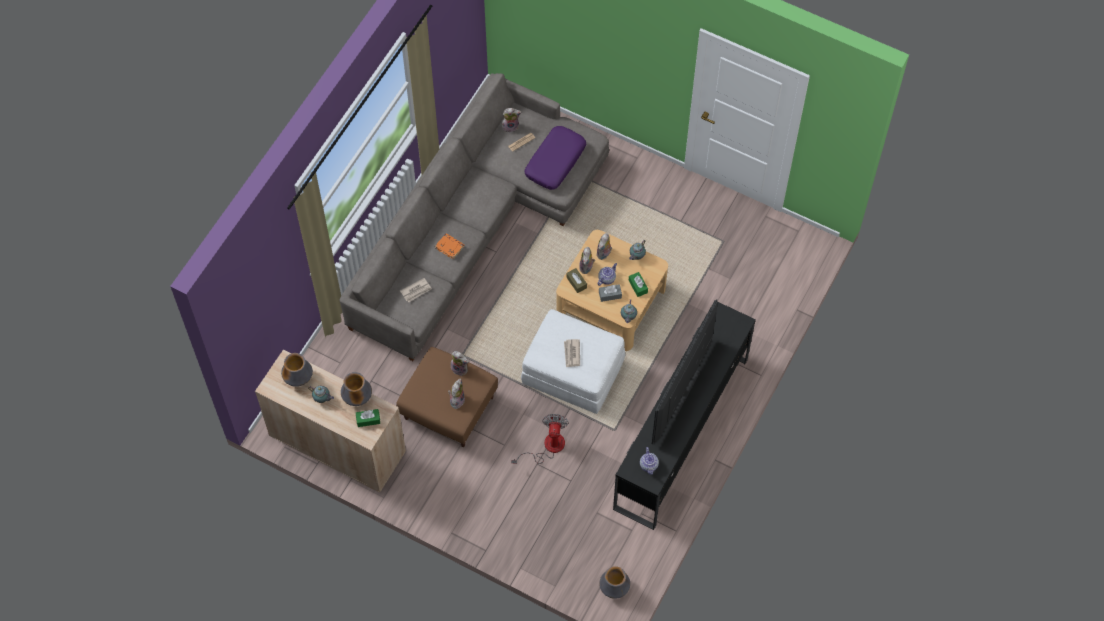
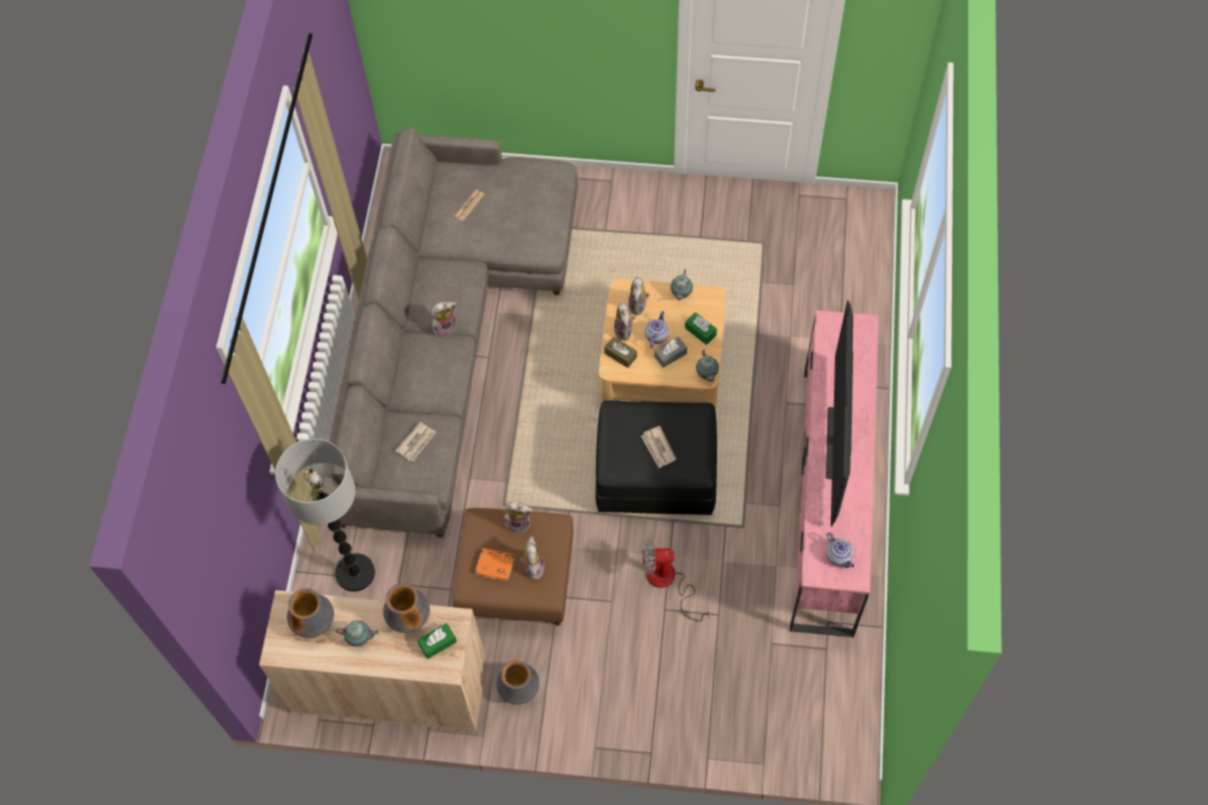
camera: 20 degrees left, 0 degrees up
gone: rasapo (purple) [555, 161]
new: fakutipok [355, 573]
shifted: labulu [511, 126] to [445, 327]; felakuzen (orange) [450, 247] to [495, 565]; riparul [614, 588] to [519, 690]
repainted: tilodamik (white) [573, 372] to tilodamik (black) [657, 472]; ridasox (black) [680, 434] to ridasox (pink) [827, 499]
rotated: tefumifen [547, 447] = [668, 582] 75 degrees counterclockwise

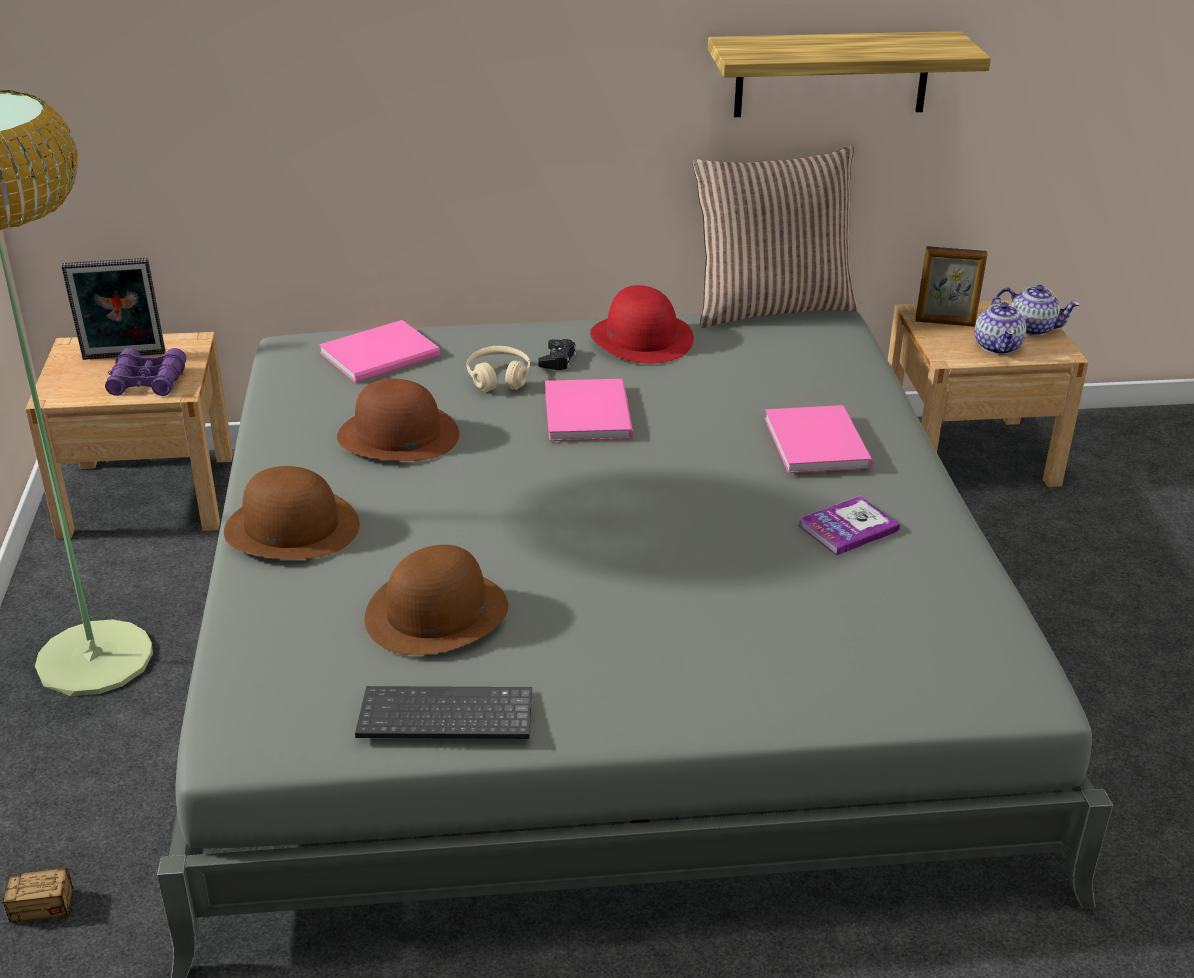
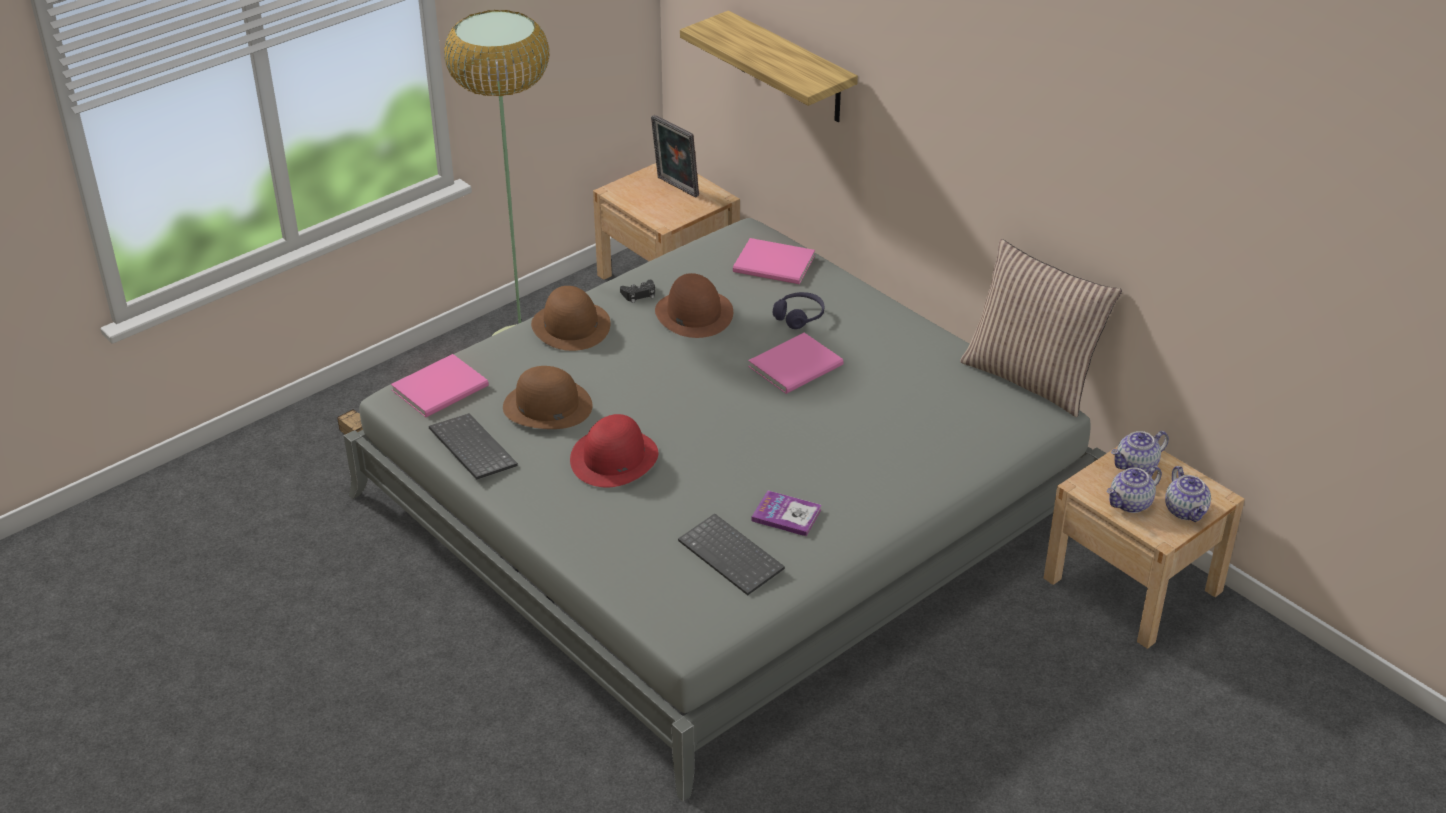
camera: 55 degrees right, 5 degrees up
gone: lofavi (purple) [147, 382]
new: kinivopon [733, 556]
shifted: felakuzen (pink) [818, 440] to [443, 388]; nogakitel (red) [642, 338] to [614, 458]; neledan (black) [558, 360] to [639, 294]; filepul [832, 74] to [790, 68]
swapped: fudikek [945, 323] to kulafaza [1136, 466]
repainted: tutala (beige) [499, 378] to tutala (purple) [799, 316]

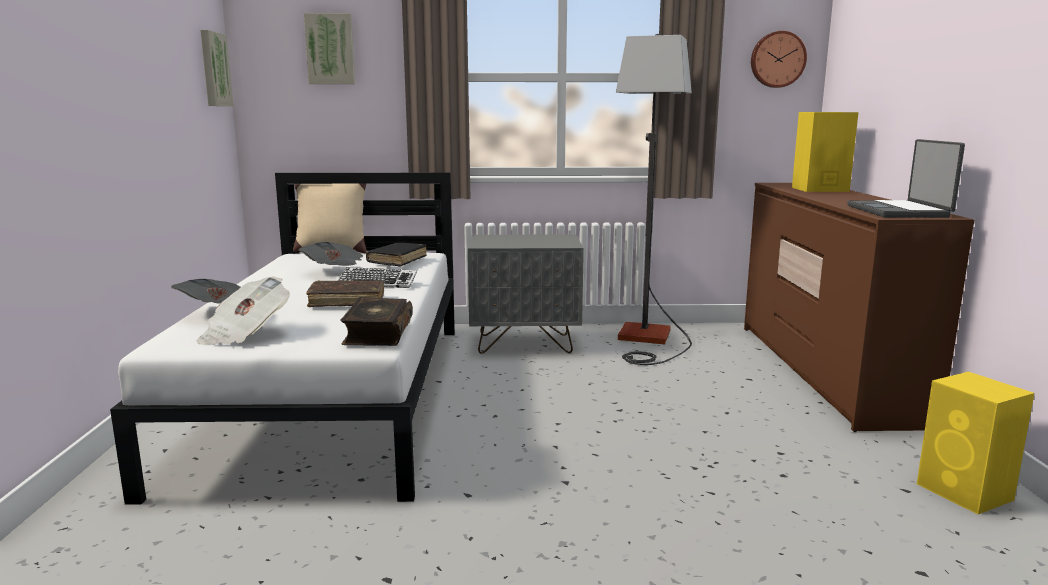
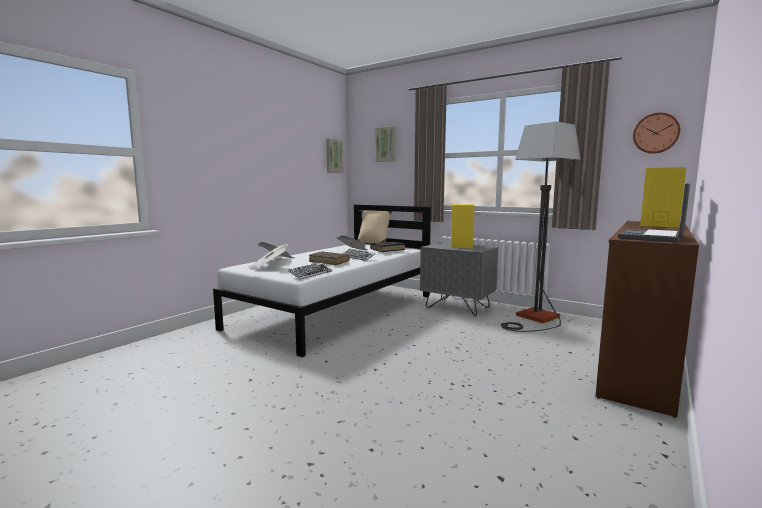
camera: 35 degrees right, 5 degrees down
shifted: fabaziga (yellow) [966, 493] to [461, 246]
swapped: felakuzen [377, 333] to kinivopon [310, 274]

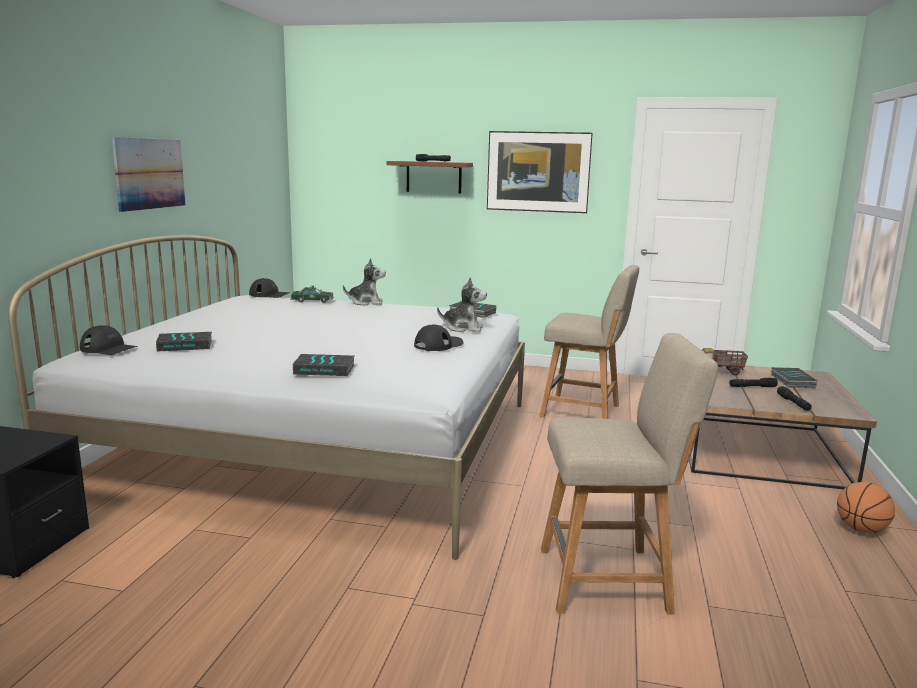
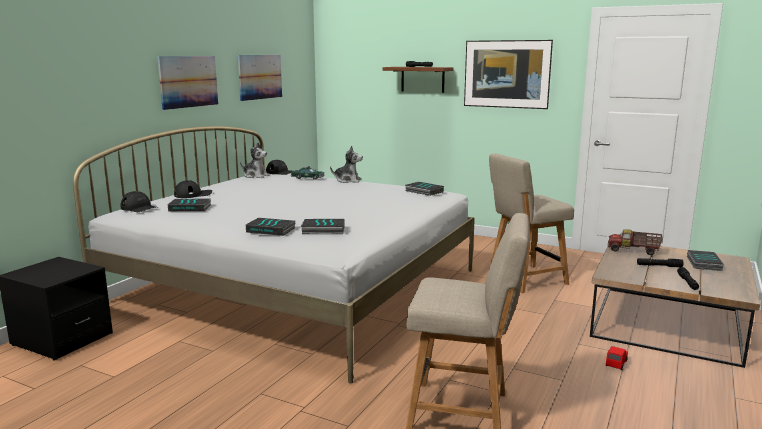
camera: 15 degrees right, 0 degrees up
gone: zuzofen [861, 530]
new: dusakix [260, 77]; felakuzen [323, 230]; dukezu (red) [616, 363]
shifted: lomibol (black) [438, 345] to [193, 194]; labulu [463, 328] to [255, 176]
rotated: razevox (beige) [584, 412] = [524, 279] 120 degrees clockwise

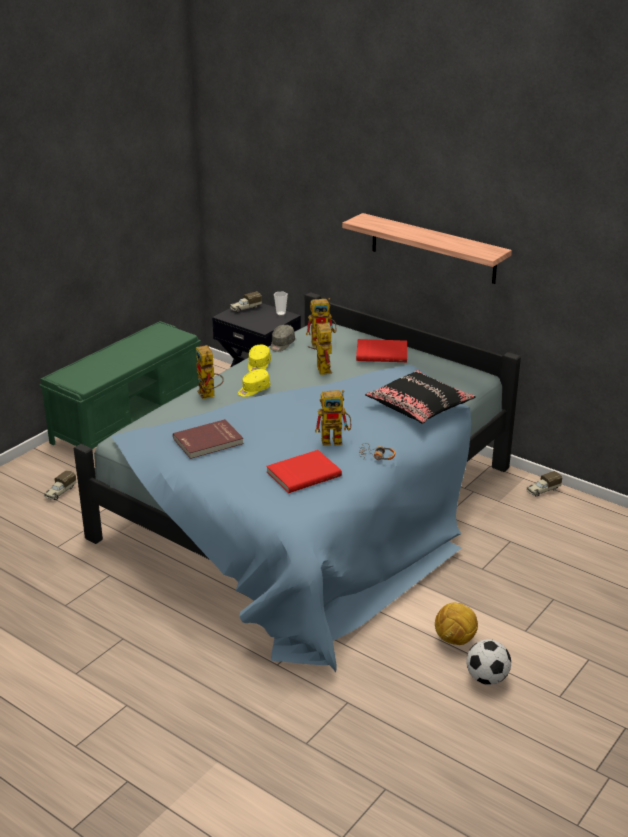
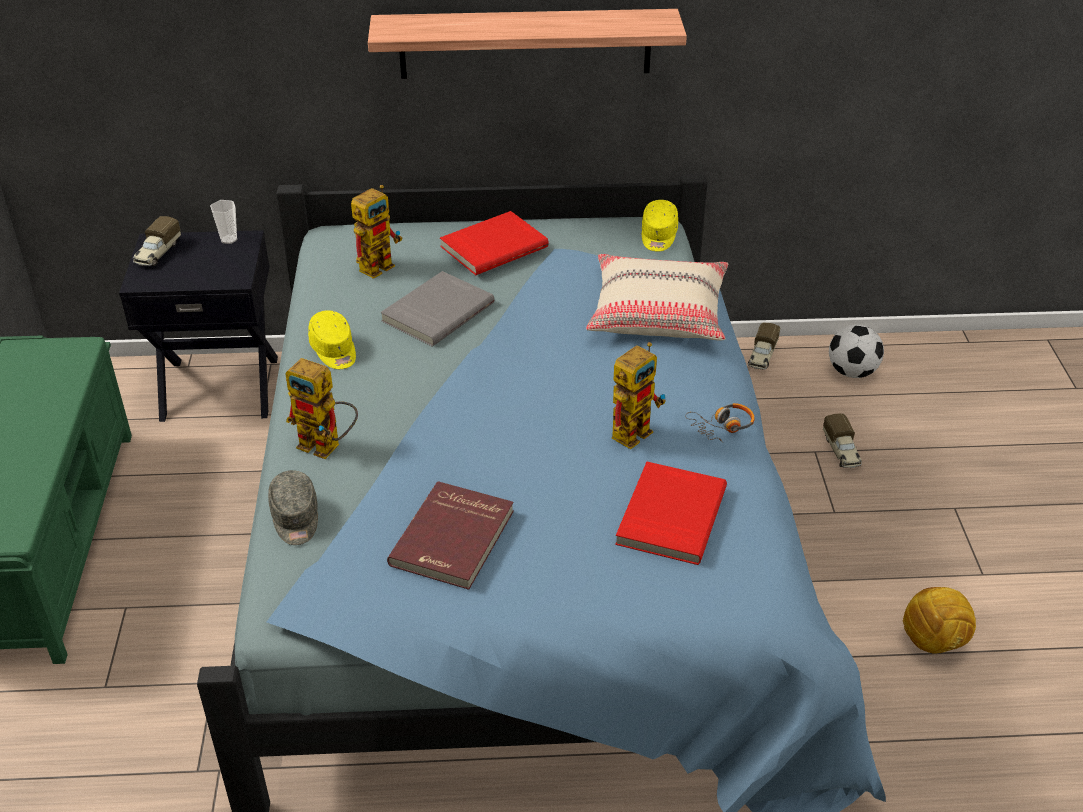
camera: 40 degrees left, 10 degrees up
shifted: lomibol (grey) [281, 344] to [295, 518]; lomibol (yellow) [253, 390] to [658, 236]; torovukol [60, 492] to [841, 451]; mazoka [487, 678] to [852, 372]
swapped: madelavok [321, 368] to felakuzen (grey) [436, 311]
repainted: rasapo (black) [419, 406] to rasapo (beige) [658, 312]

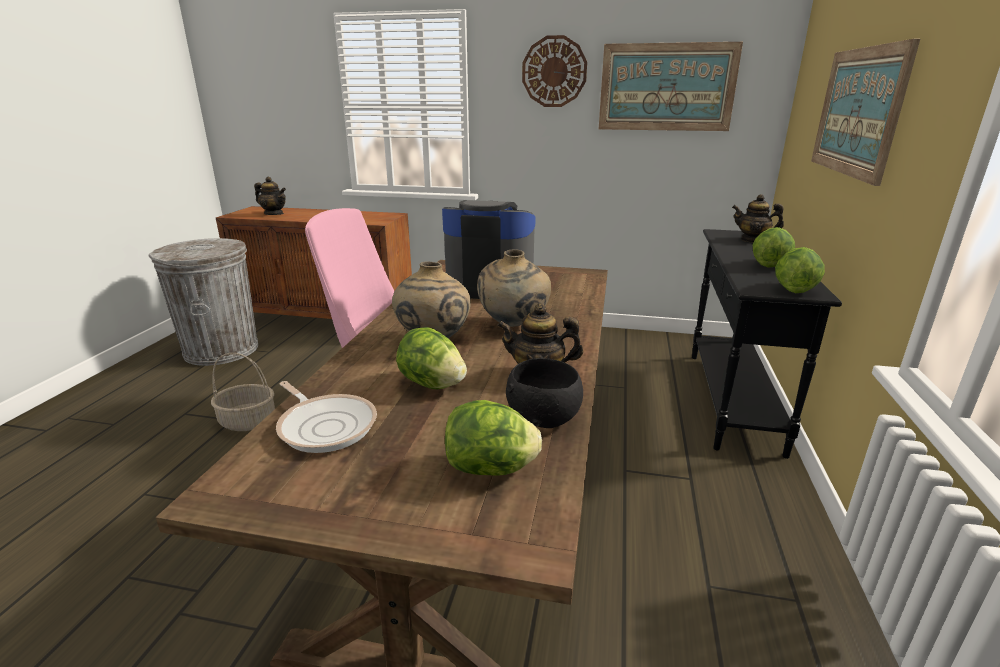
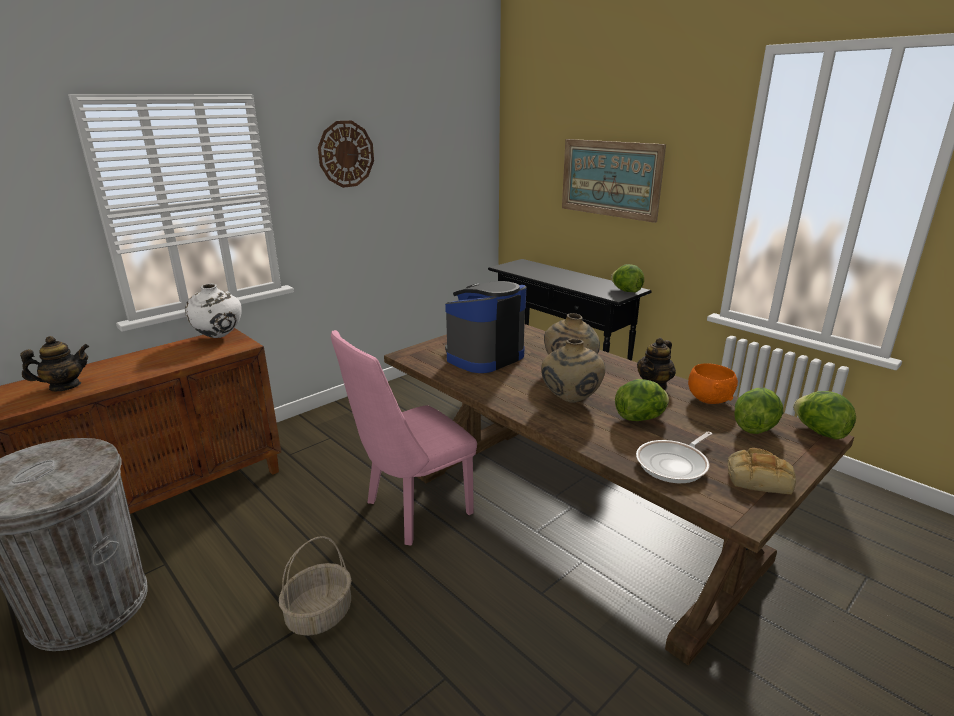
camera: 55 degrees left, 0 degrees up
gone: dusakix [666, 87]; kulafaza [752, 240]
new: riparul (white) [219, 337]; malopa [760, 477]
shifted: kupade [769, 265] to [819, 432]
repainted: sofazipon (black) [544, 419] to sofazipon (orange) [709, 399]
rotated: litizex [326, 425] = [674, 464] 150 degrees clockwise

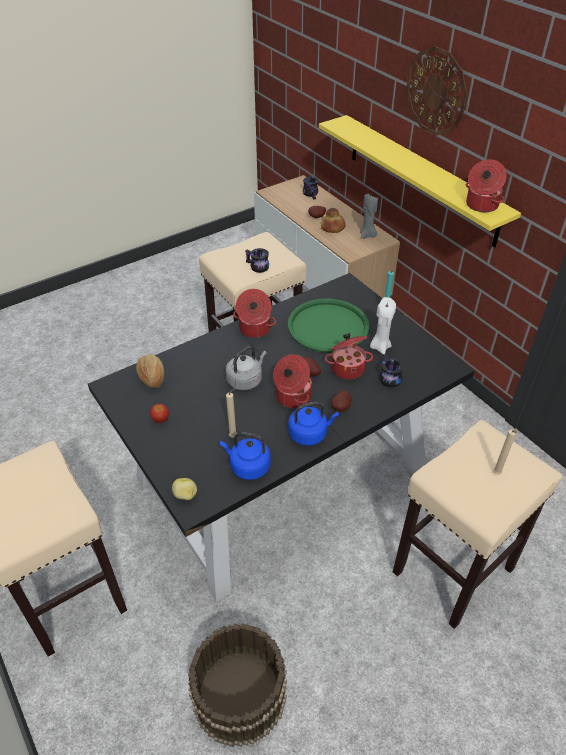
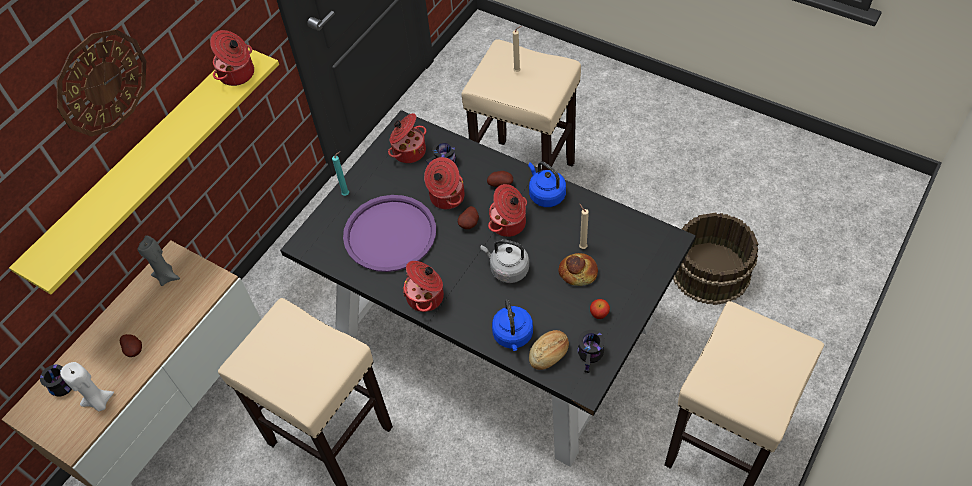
camera: 110 degrees left, 10 degrees up
gone: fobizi [185, 495]
new: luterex [408, 151]
shifted: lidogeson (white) [380, 347] to [99, 402]; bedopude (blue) [248, 466] to [513, 336]; malopa [333, 227] to [578, 272]; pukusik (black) [256, 267] to [591, 356]
repainted: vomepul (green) [328, 326] to vomepul (purple) [390, 234]

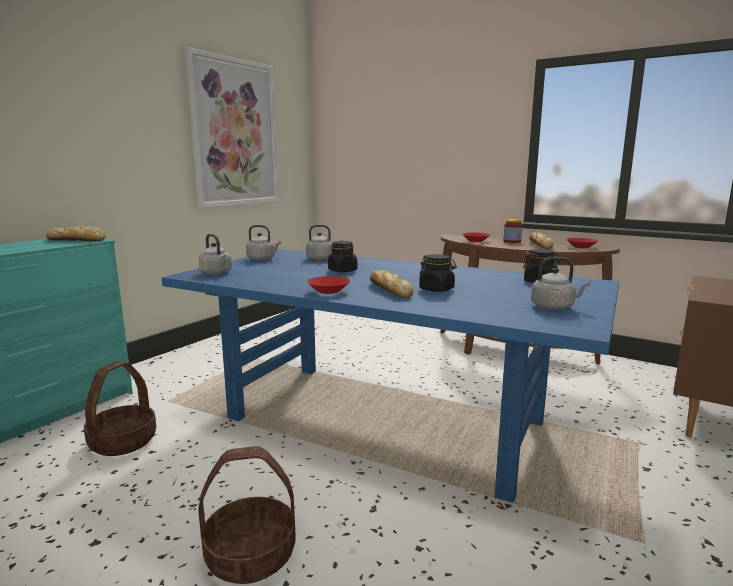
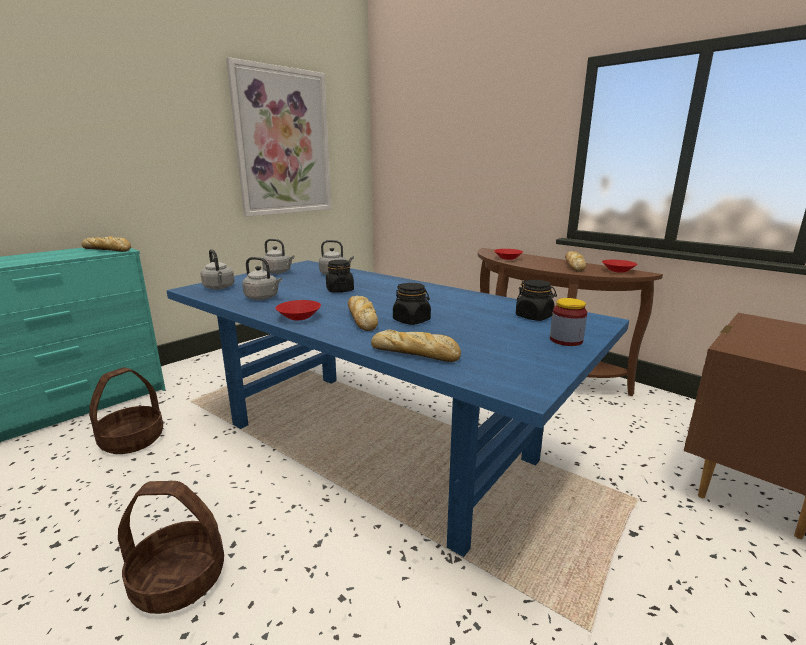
camera: 10 degrees right, 5 degrees up
new: malopa [416, 353]
shifted: bedopude (grey) [554, 307] to [263, 297]; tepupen [512, 241] to [566, 340]

